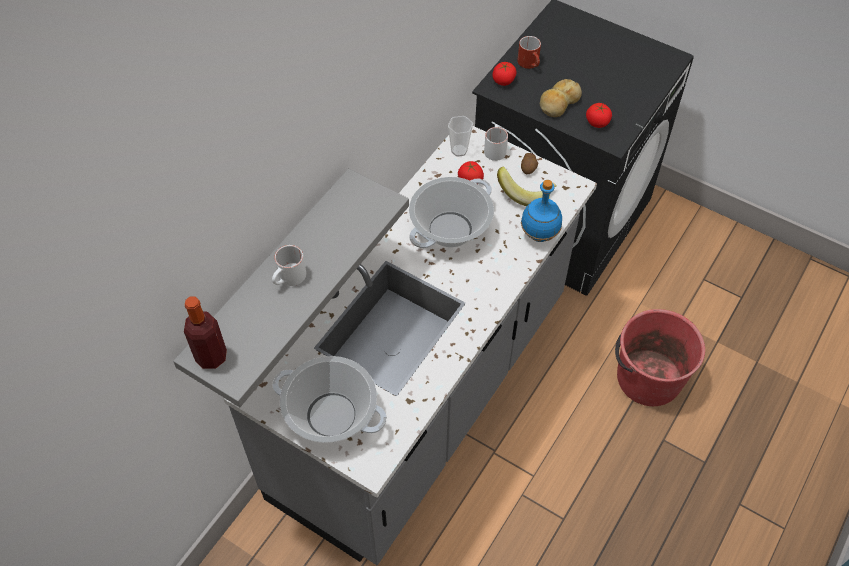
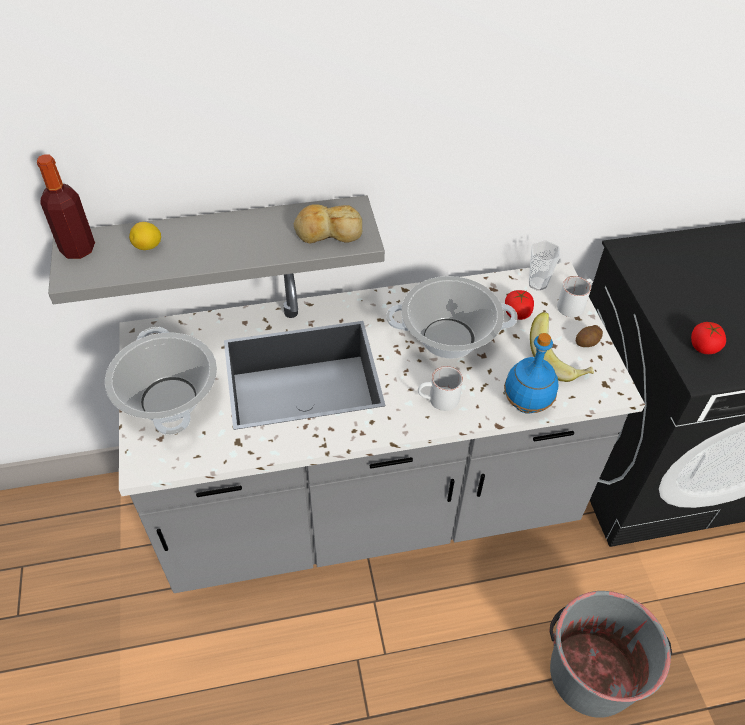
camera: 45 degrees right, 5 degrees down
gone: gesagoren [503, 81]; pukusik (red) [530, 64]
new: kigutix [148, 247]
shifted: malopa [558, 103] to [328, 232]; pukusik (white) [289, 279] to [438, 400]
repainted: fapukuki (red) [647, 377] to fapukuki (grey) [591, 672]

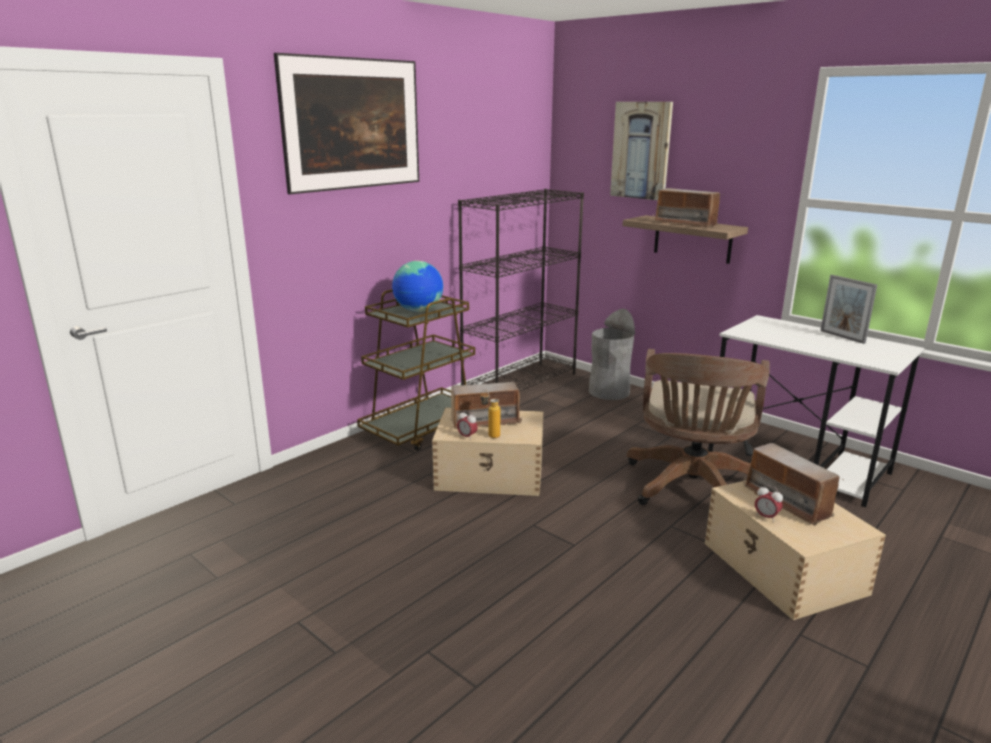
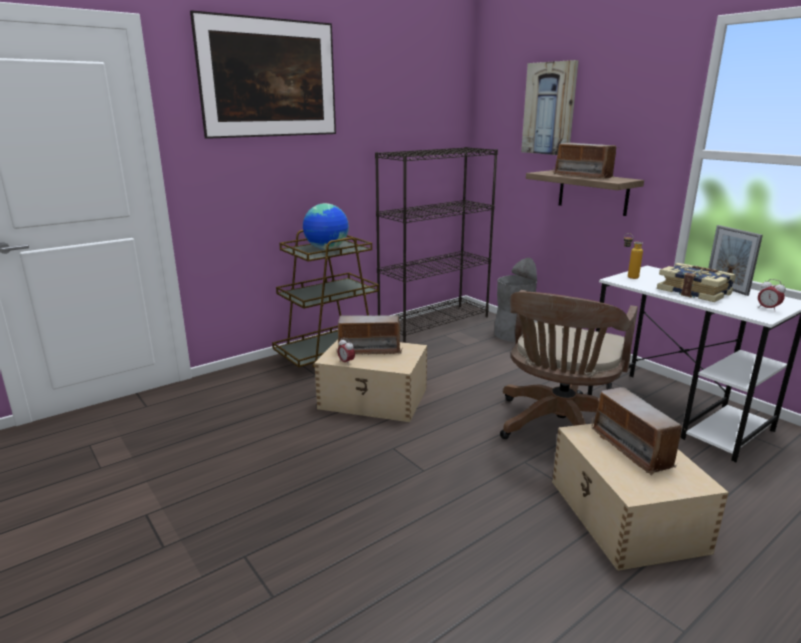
camera: 10 degrees right, 0 degrees up
new: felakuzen [694, 292]
shifted: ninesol [490, 435] to [628, 276]; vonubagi [766, 517] to [767, 309]

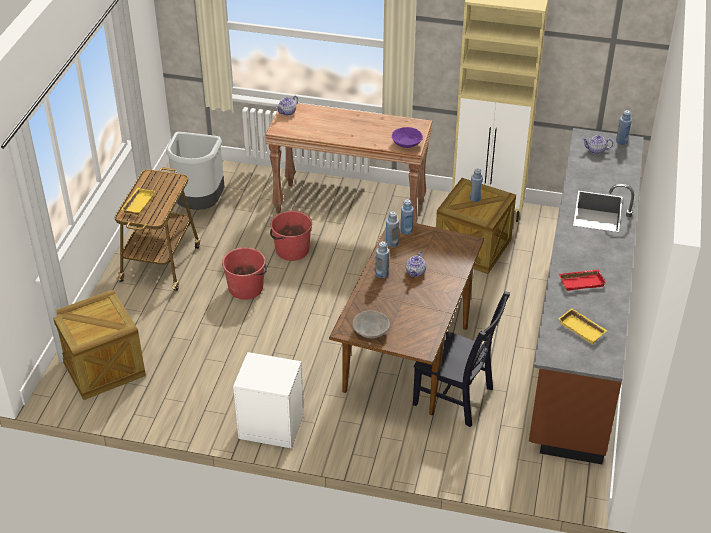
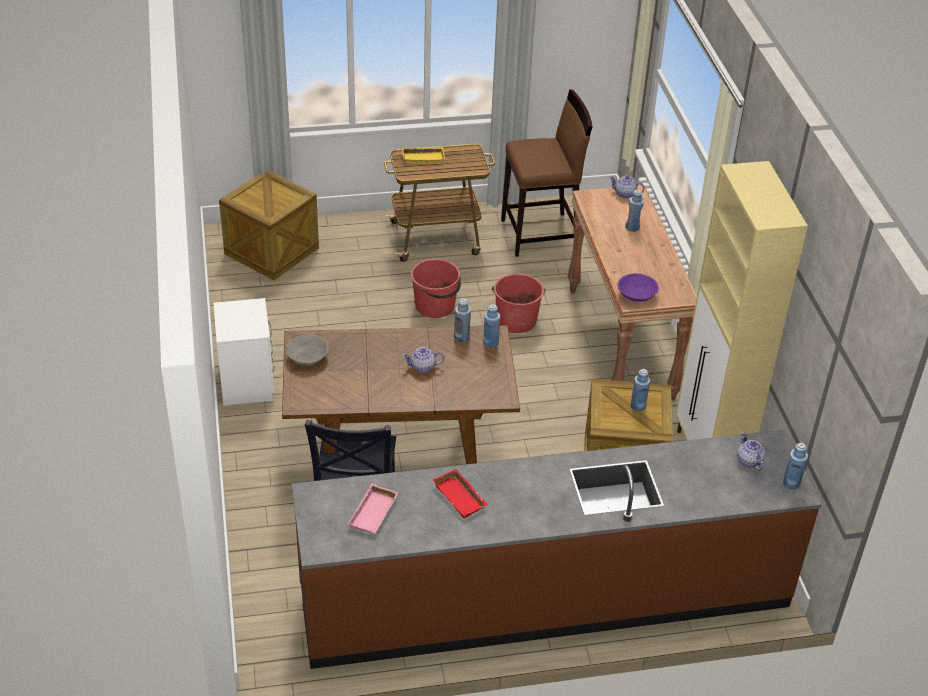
camera: 65 degrees right, 0 degrees up
shifted: ninesol (blue) [382, 273] to [632, 227]
swapped: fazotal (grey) [199, 206] to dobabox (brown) [541, 235]
repainted: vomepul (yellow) [583, 328] to vomepul (pink) [374, 514]

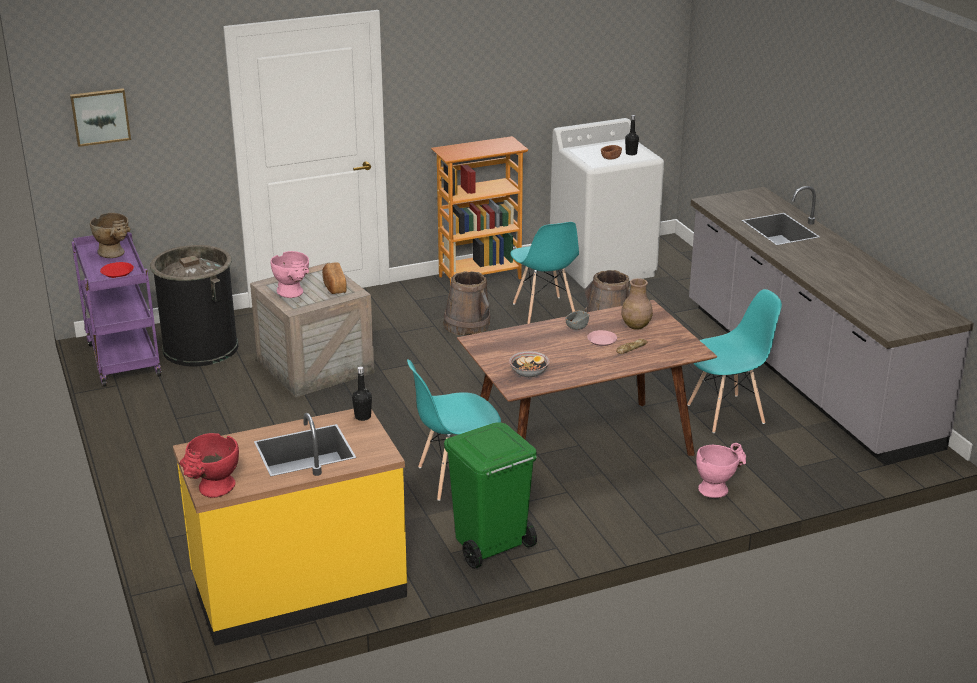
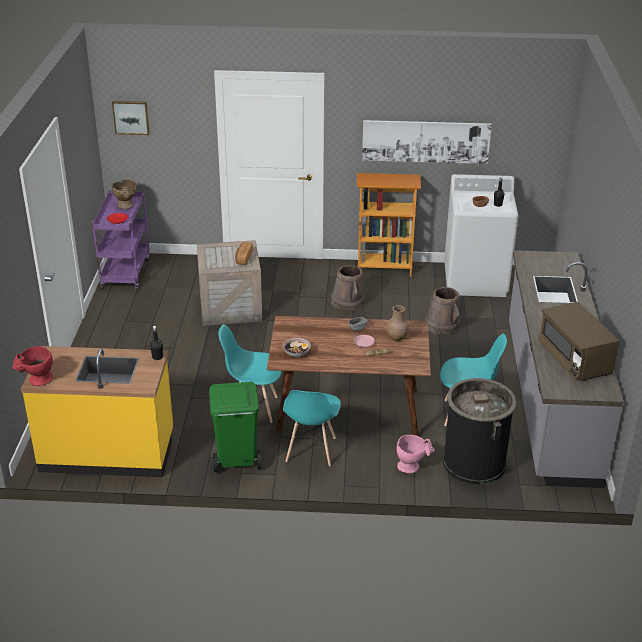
camera: 25 degrees right, 5 degrees up
gone: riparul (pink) [293, 294]
new: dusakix [425, 141]; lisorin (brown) [574, 359]
shifted: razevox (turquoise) [544, 311] to [311, 450]; fazotal (black) [200, 348] to [474, 462]

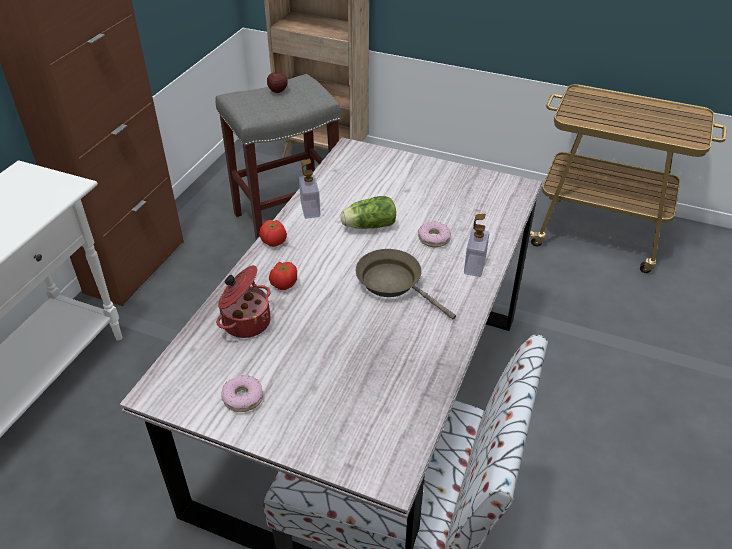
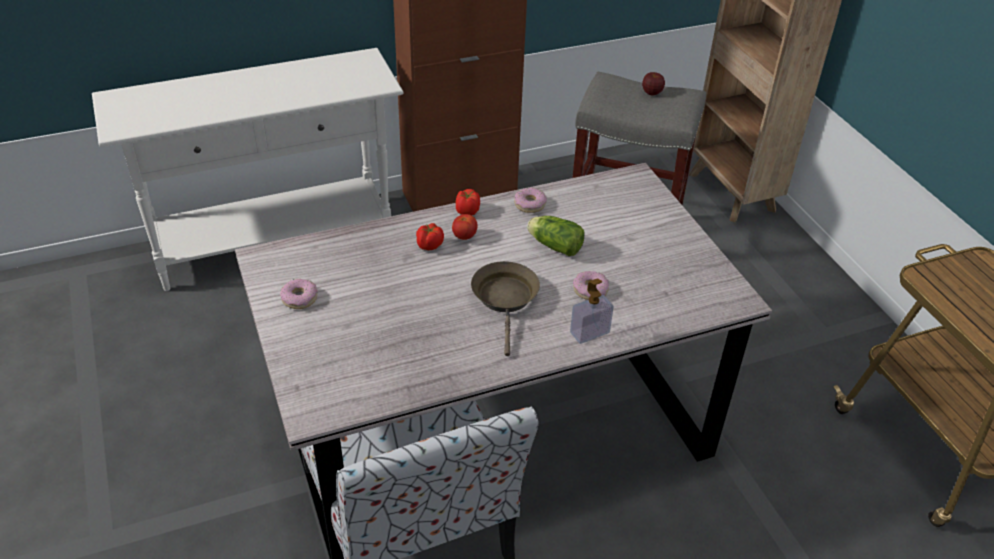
camera: 45 degrees right, 0 degrees up
gone: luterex [245, 321]
new: gesagoren [464, 236]
swapped: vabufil [310, 209] to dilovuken [529, 204]

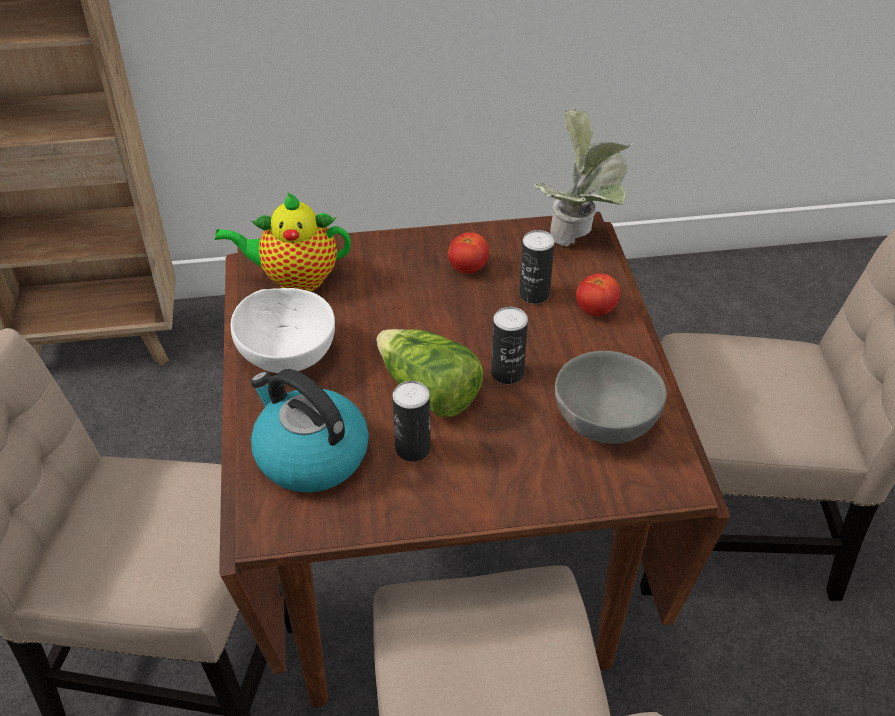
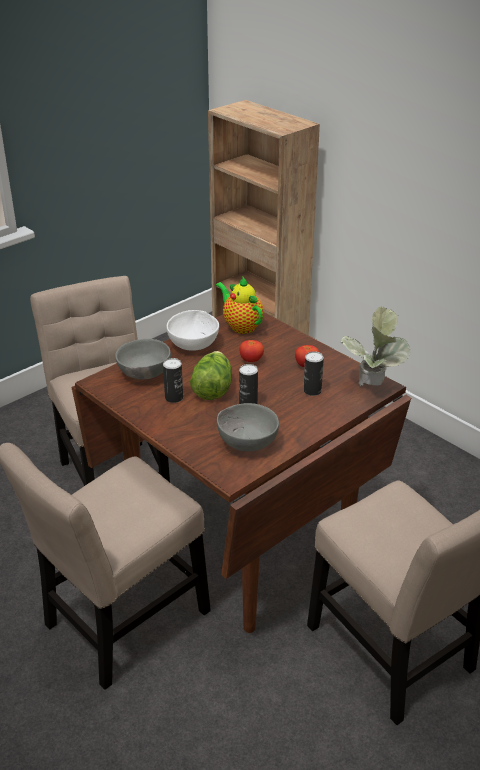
camera: 55 degrees right, 10 degrees down
shifted: gesagoren [595, 310] to [251, 360]
swapped: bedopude [310, 455] to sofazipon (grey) [143, 375]

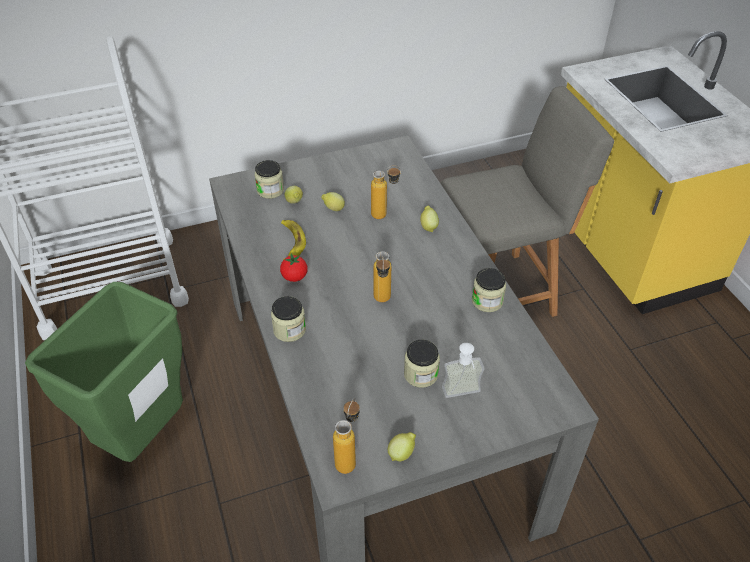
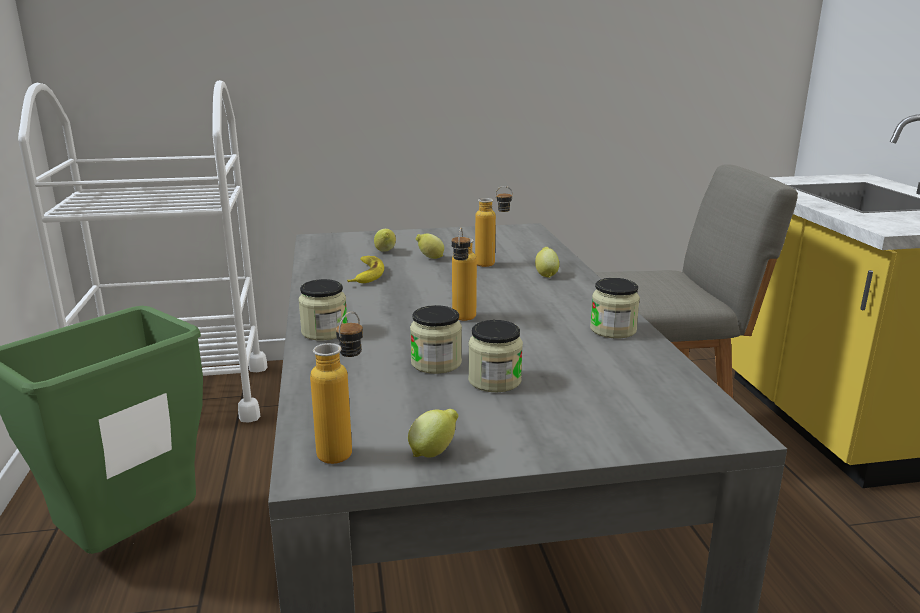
camera: 10 degrees right, 25 degrees down
gone: gesagoren [294, 277]; vabufil [463, 396]
shifted: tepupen [270, 190] to [436, 363]

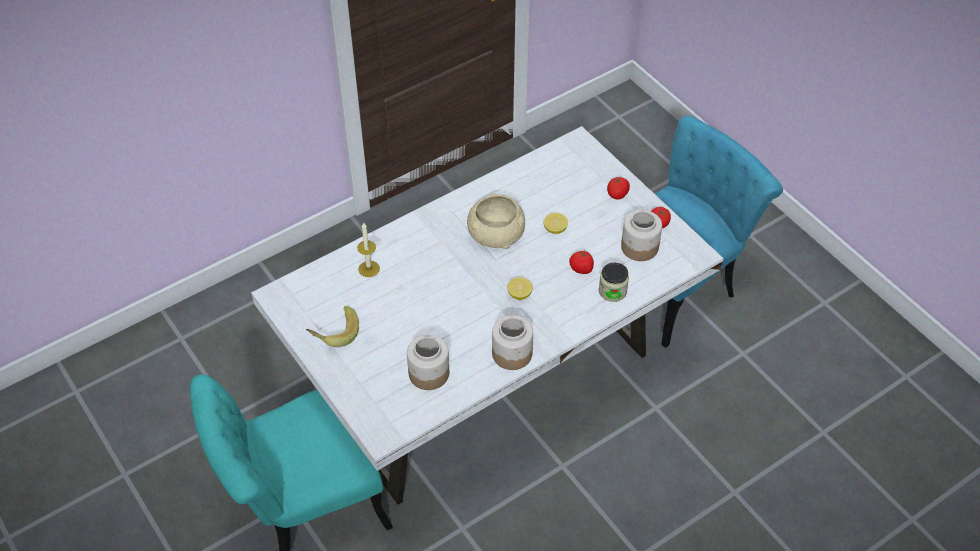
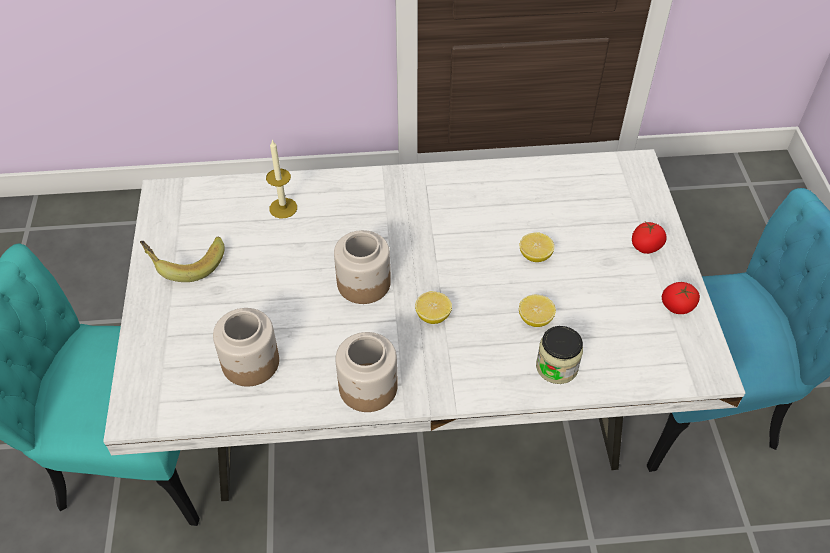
camera: 30 degrees right, 0 degrees up
gone: sofazipon (beige) [496, 235]
shifted: tepupen [639, 247] to [363, 284]
swapped: gesagoren [581, 269] to kigutix [535, 319]

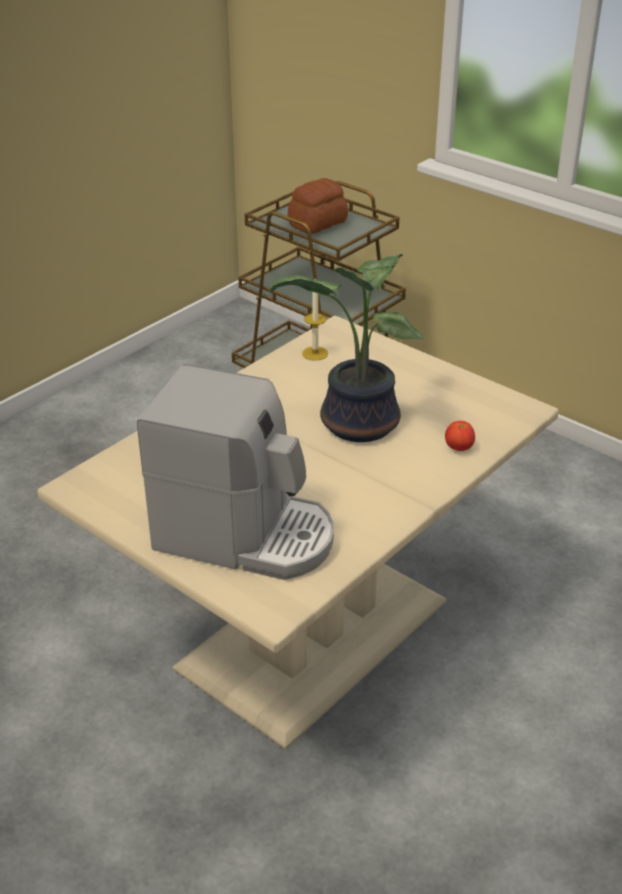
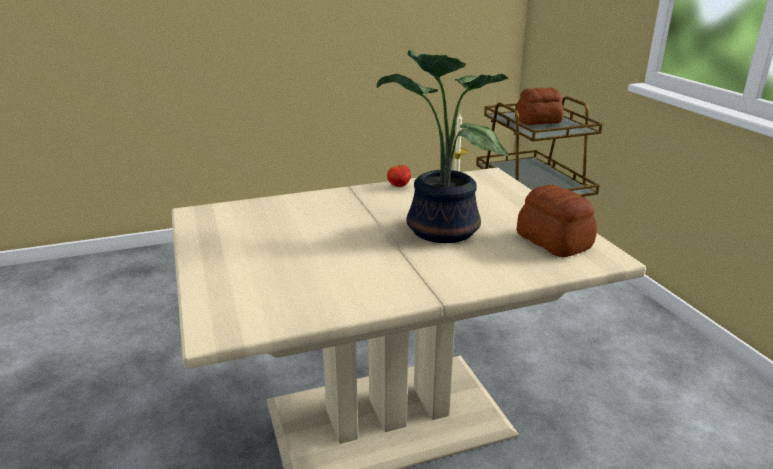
camera: 30 degrees right, 10 degrees down
gone: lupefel [245, 535]
new: malopa [553, 242]
shifted: gesagoren [458, 448] to [399, 186]

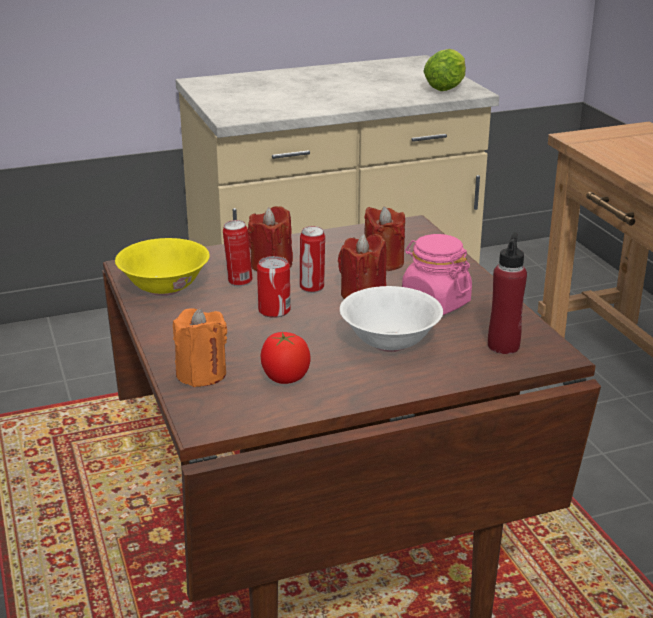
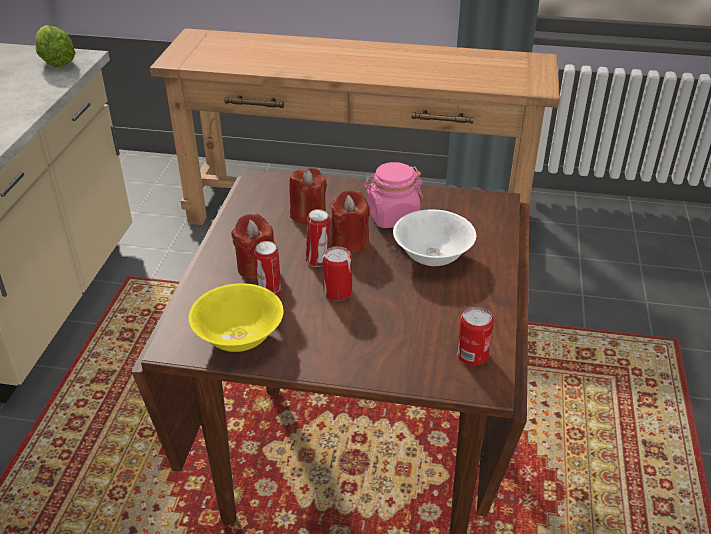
camera: 60 degrees left, 10 degrees up
gone: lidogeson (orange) [201, 374]; gesagoren [285, 378]; ninesol (red) [503, 346]
new: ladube [472, 355]

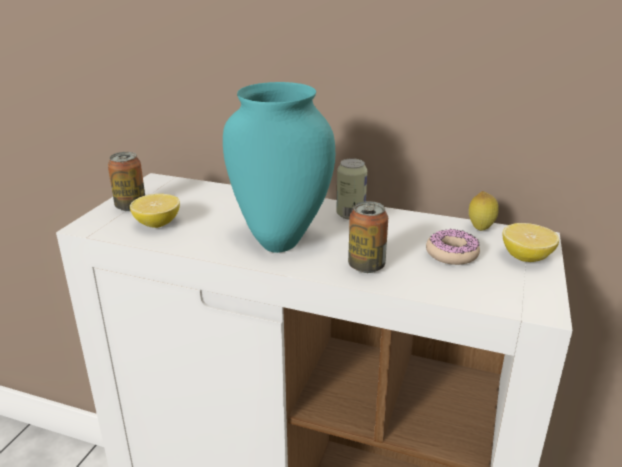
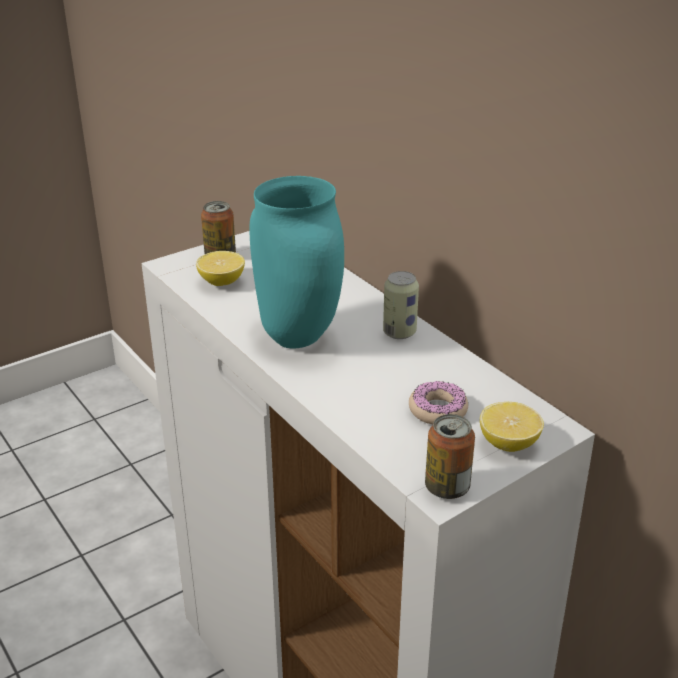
camera: 35 degrees right, 5 degrees up
gone: kigutix [480, 228]
shifted: ladube [366, 266] to [447, 487]

